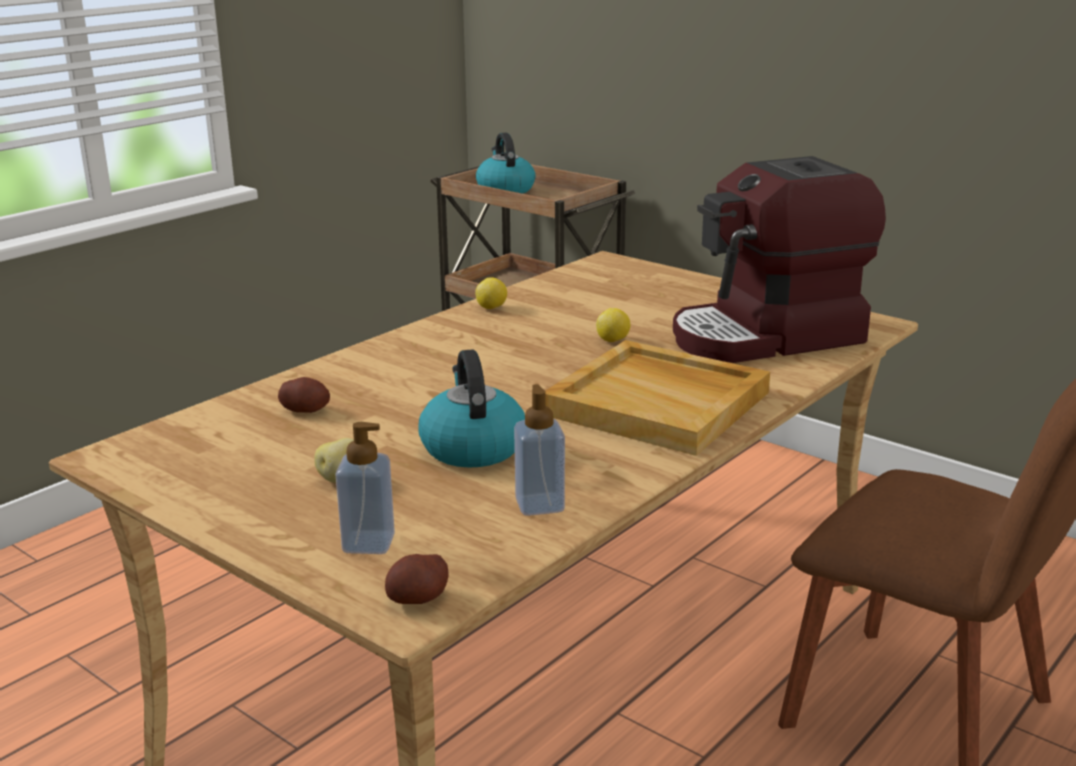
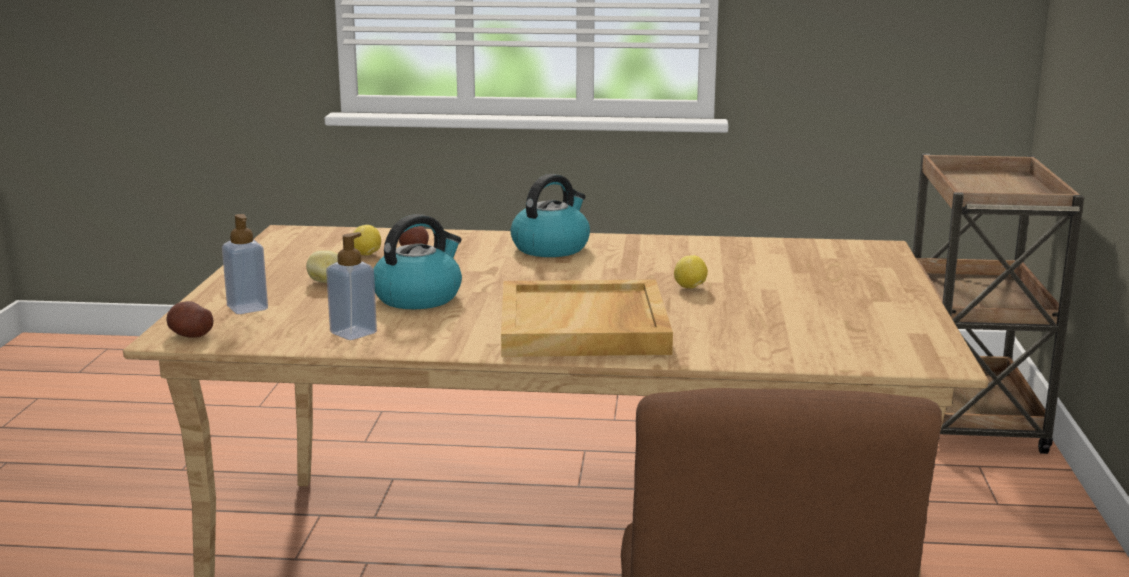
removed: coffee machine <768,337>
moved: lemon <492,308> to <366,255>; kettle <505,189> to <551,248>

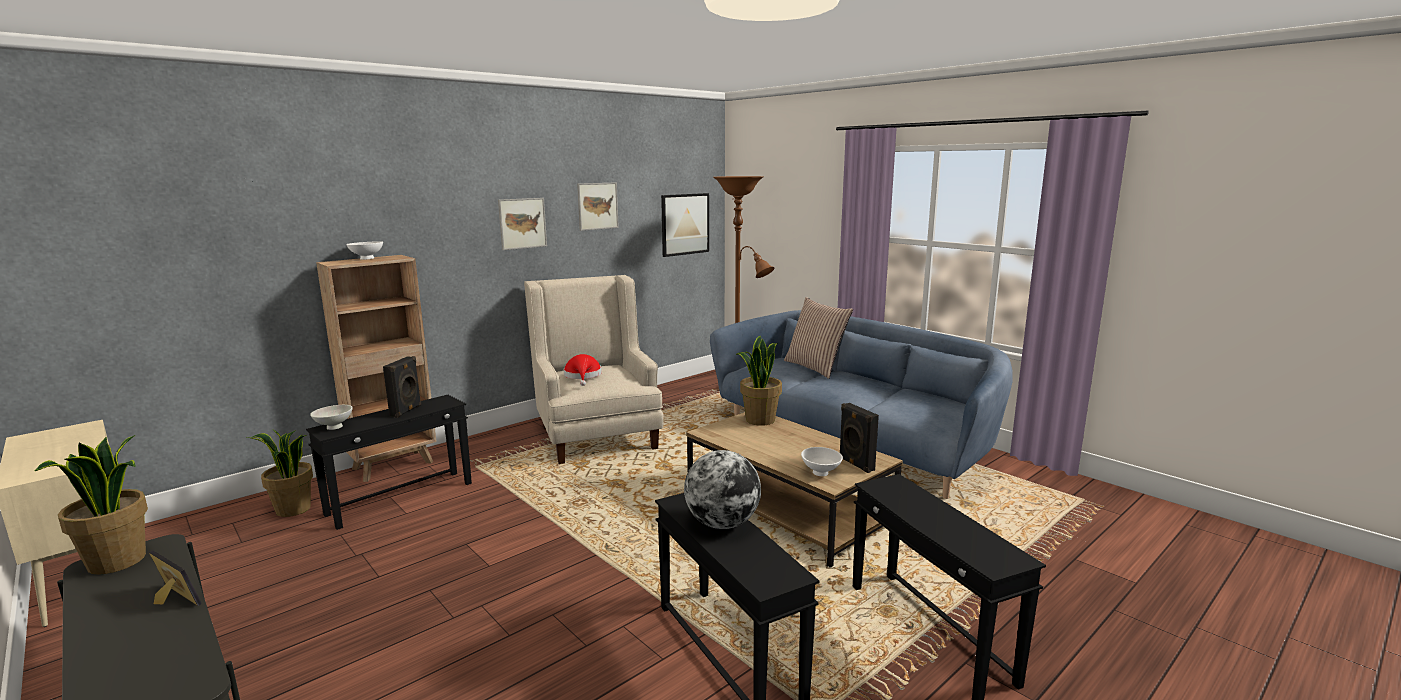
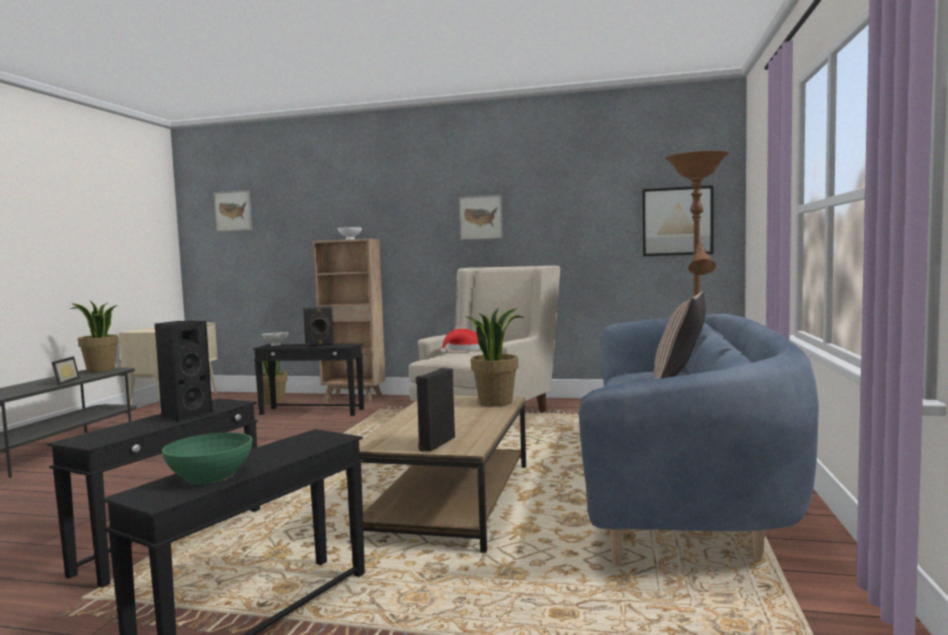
removed: bowl/white <821,472>
added: bowl/green <210,475>
moved: picture <597,206> to <233,211>
replaced: globe <722,524> to speaker/black <185,415>

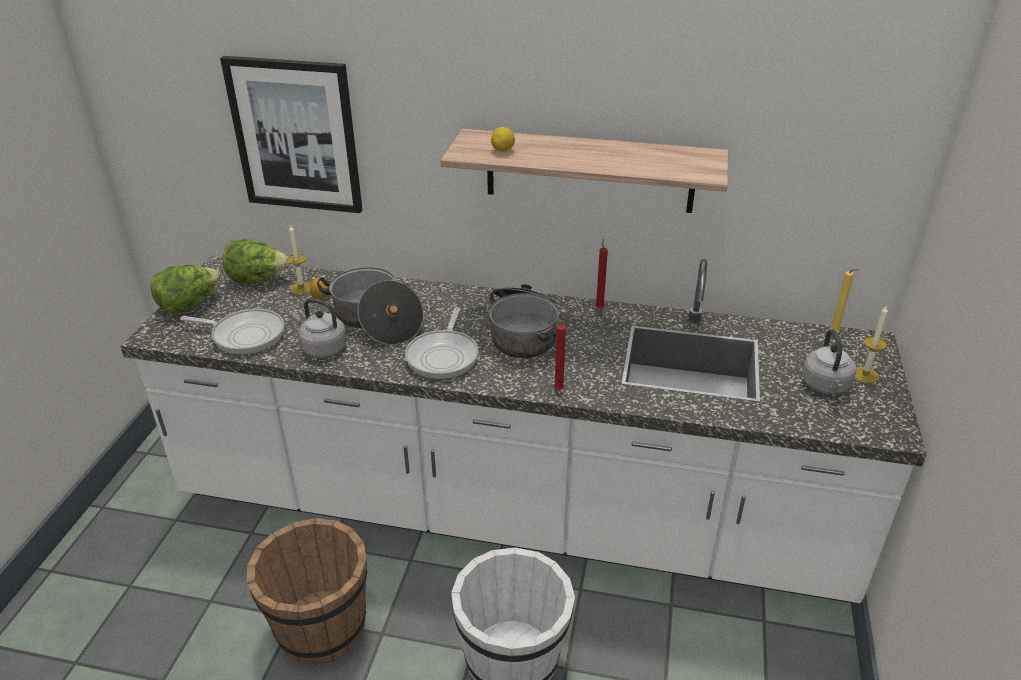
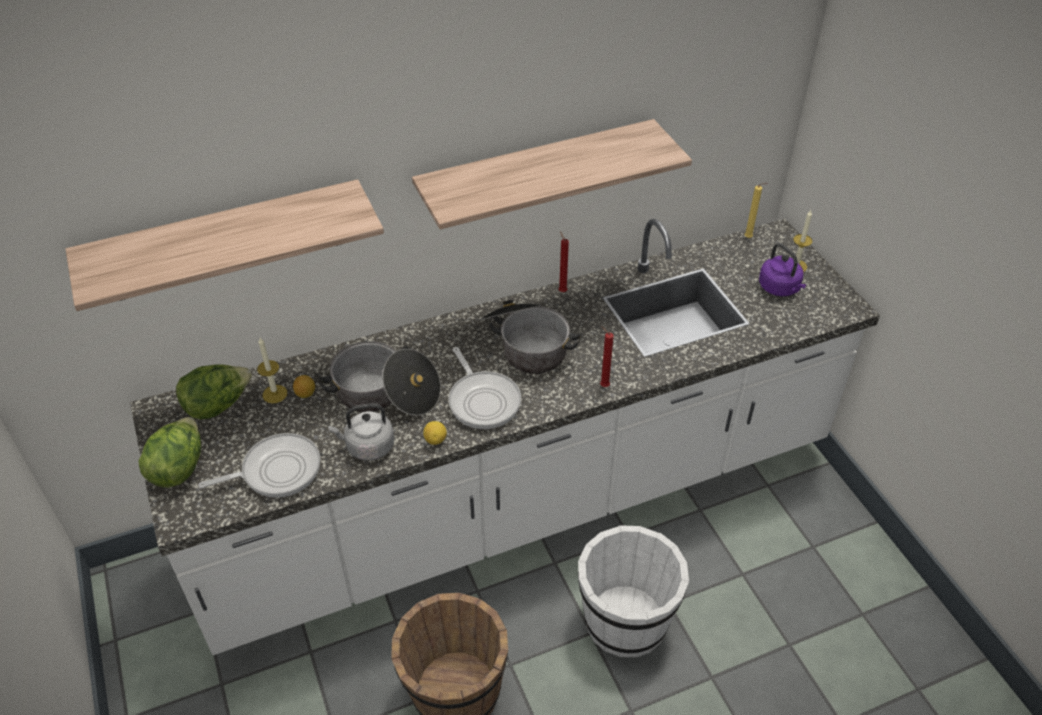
moved: lemon <503,150> to <435,440>
replaced: picture <295,135> to shelf <225,242>
recoloured: kettle/grey <826,386> to kettle/purple <780,288>

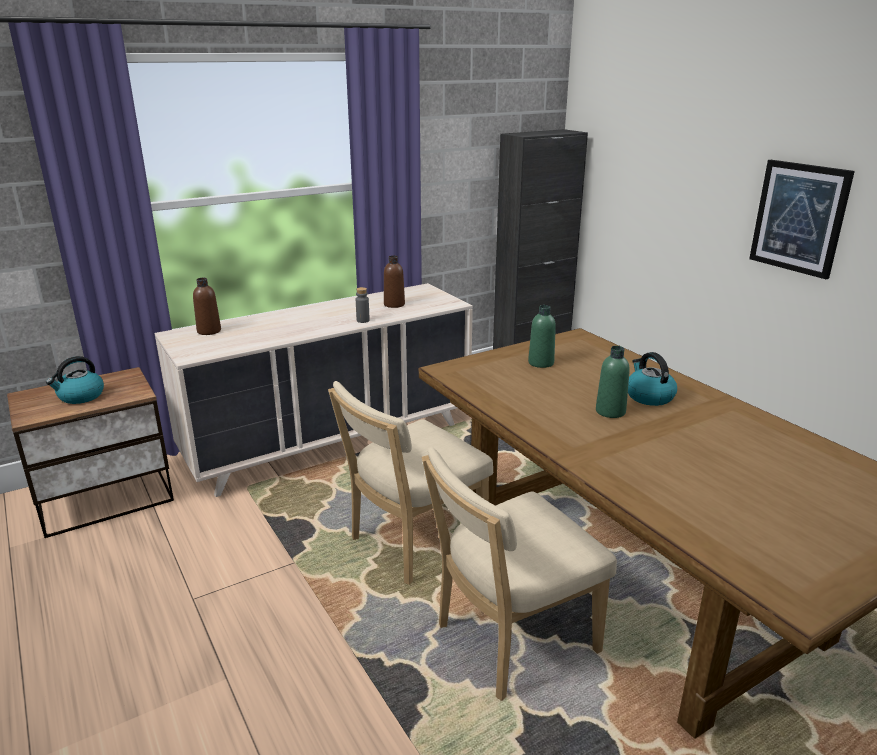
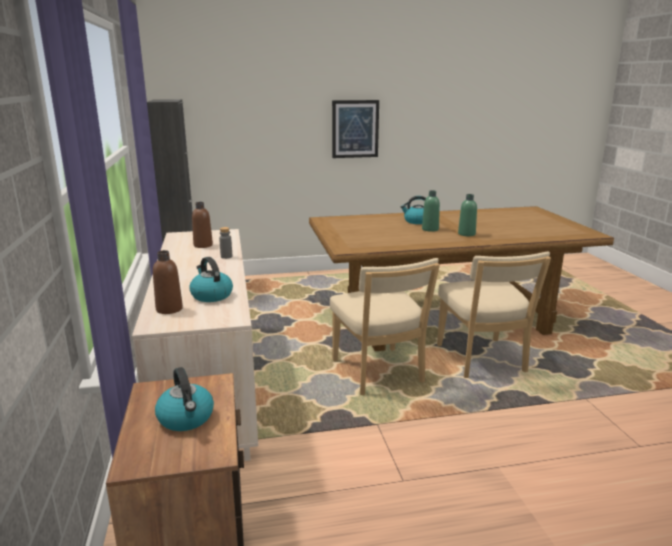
added: kettle <211,295>
moved: bottle/green <541,363> to <466,234>

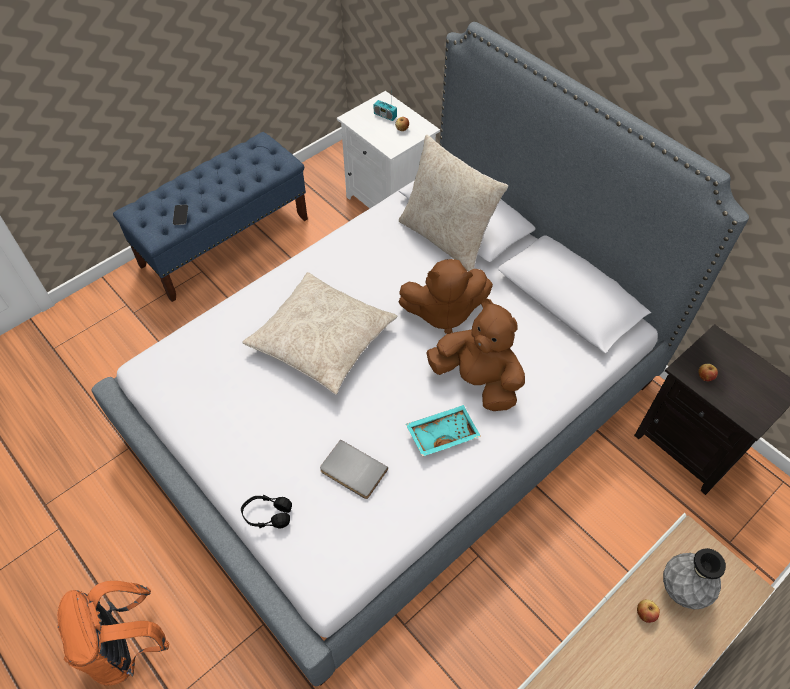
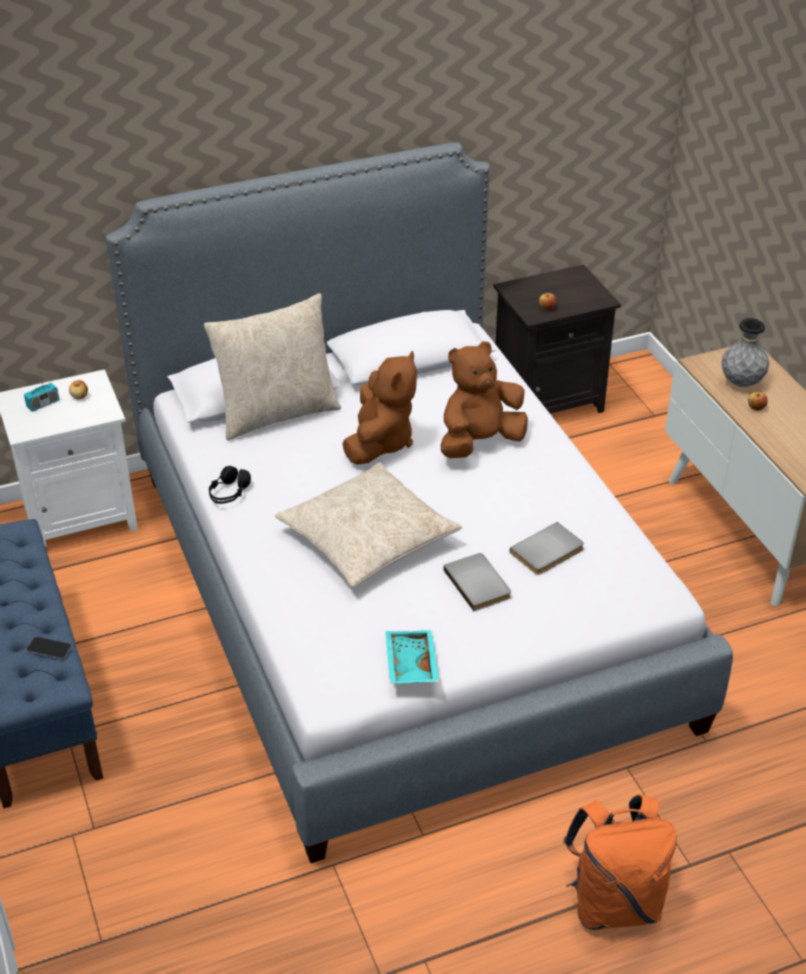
added: book/grey <479,583>
moved: headphones/black <267,515> to <229,493>; tray/turquoise <442,433> to <409,664>

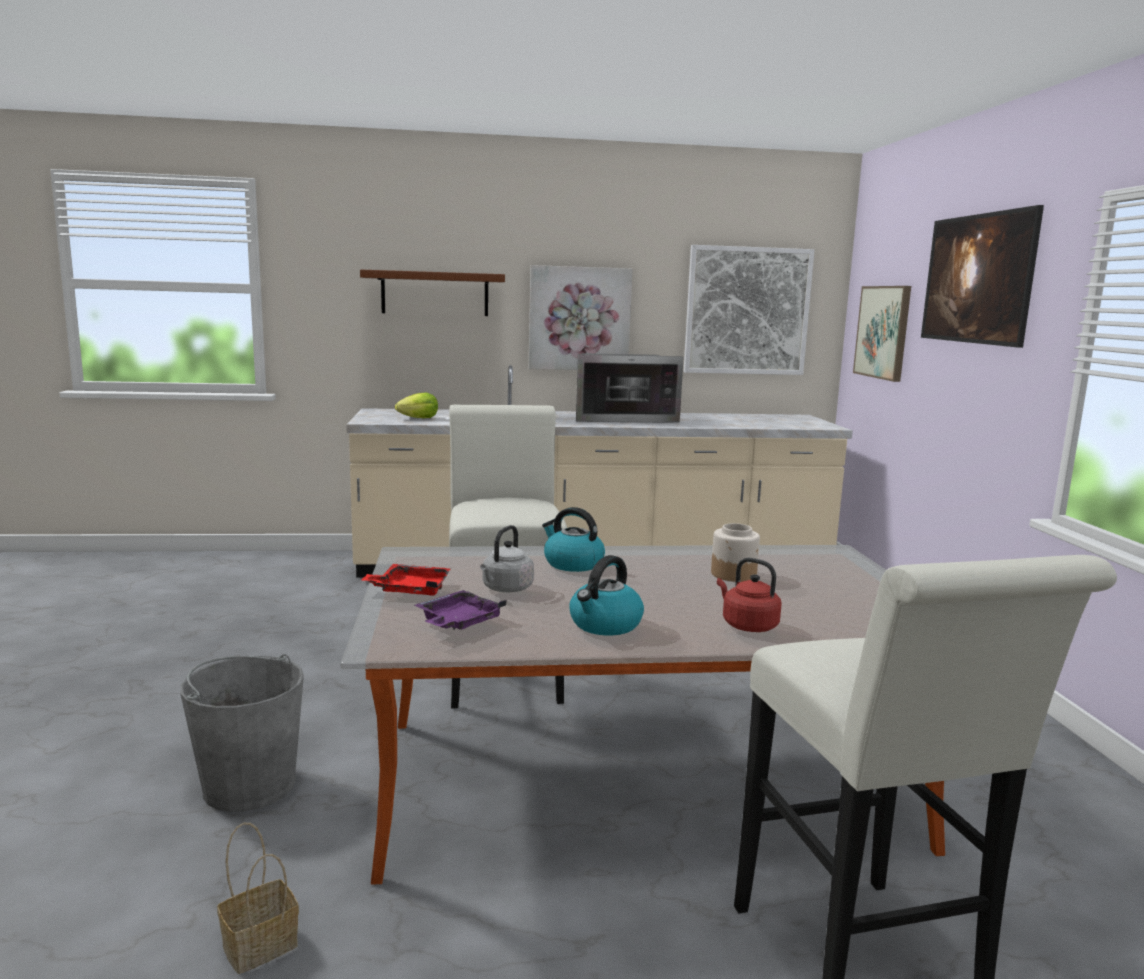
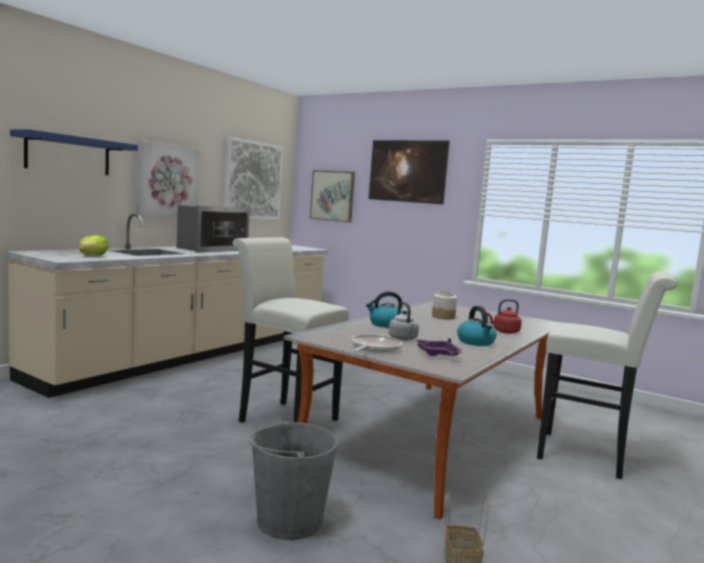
replaced: tray/red <410,590> to frying pan <374,349>
recoloured: shelf/brown <435,293> to shelf/blue <68,154>

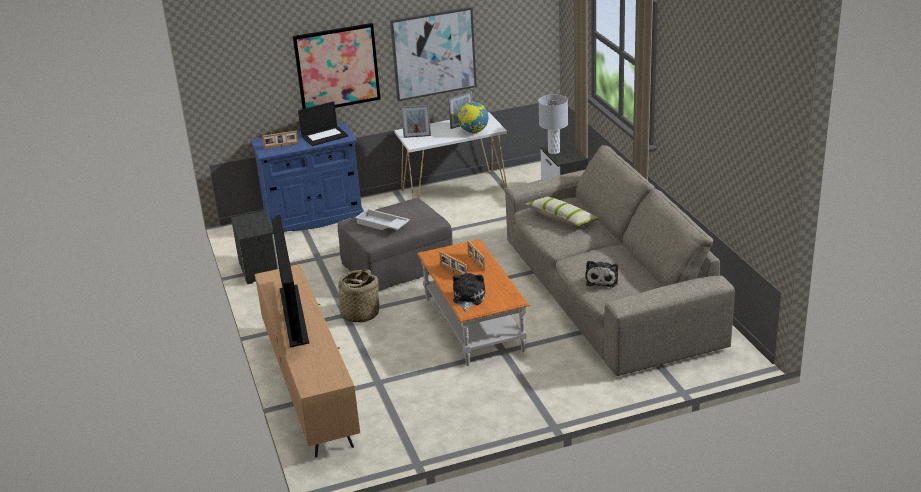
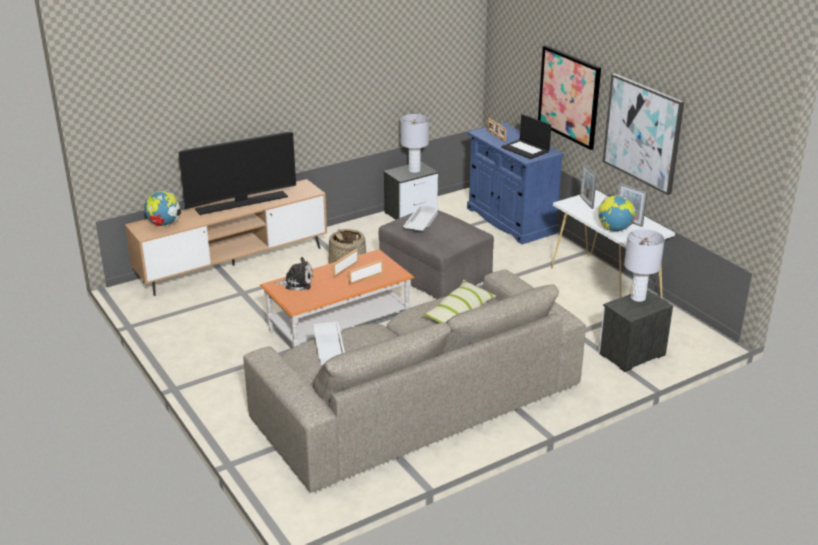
added: globe <164,224>; table lamp/grey <414,170>
replaced: plush toy <602,280> to tray/white <330,347>

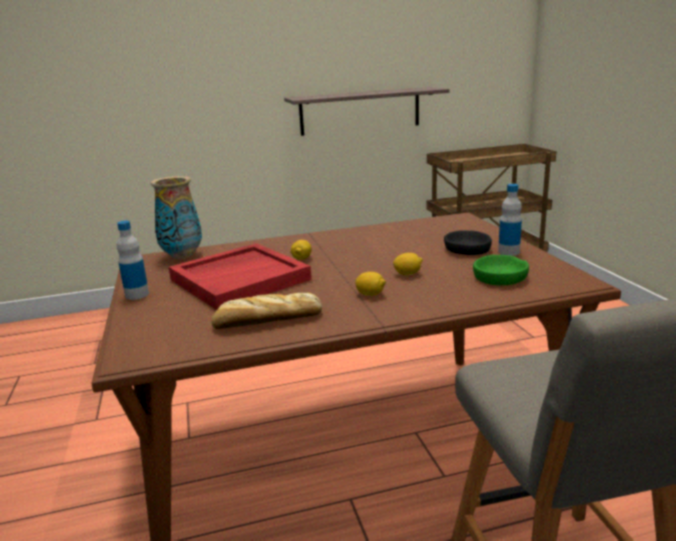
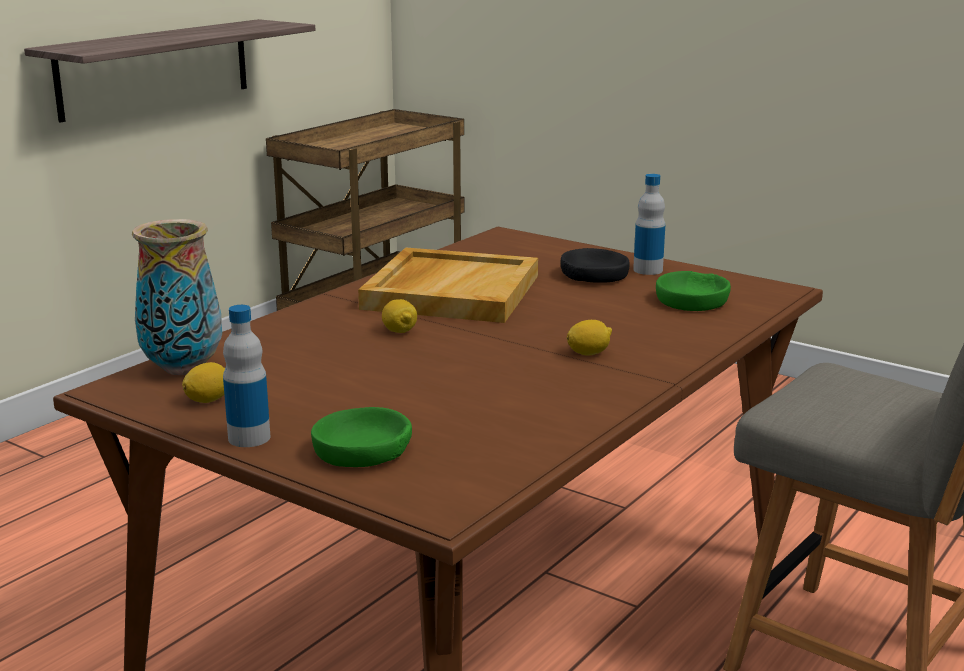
removed: tray/red <240,279>; bread <266,321>
added: bowl/green <362,450>; tray/beige <450,291>
moved: lemon <408,274> to <208,400>

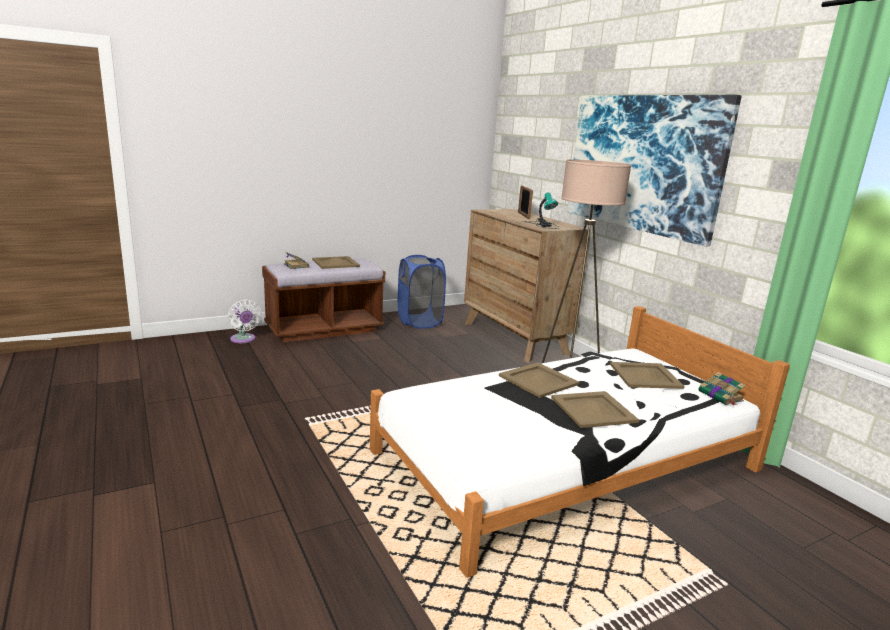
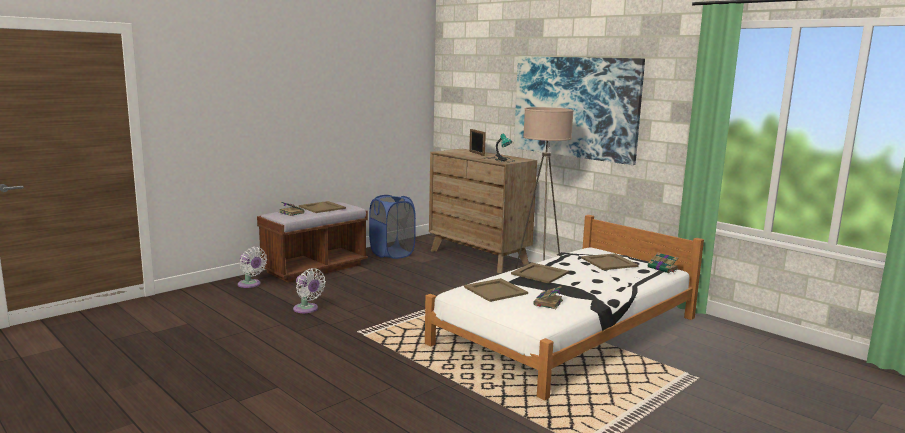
added: fan/white <307,309>; book <548,303>
moved: tray/beige <594,410> to <496,290>

